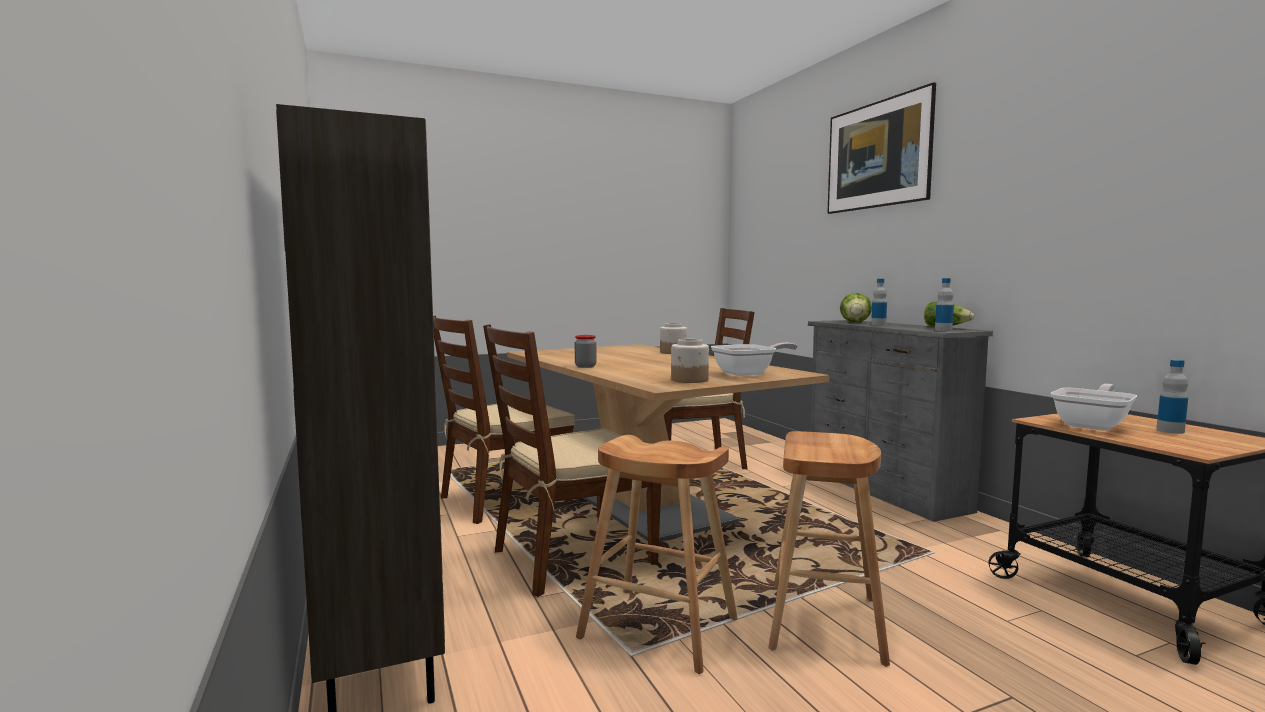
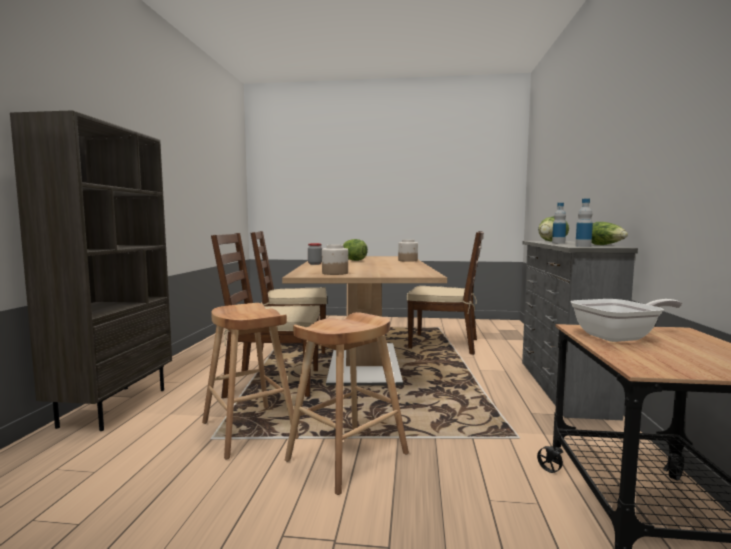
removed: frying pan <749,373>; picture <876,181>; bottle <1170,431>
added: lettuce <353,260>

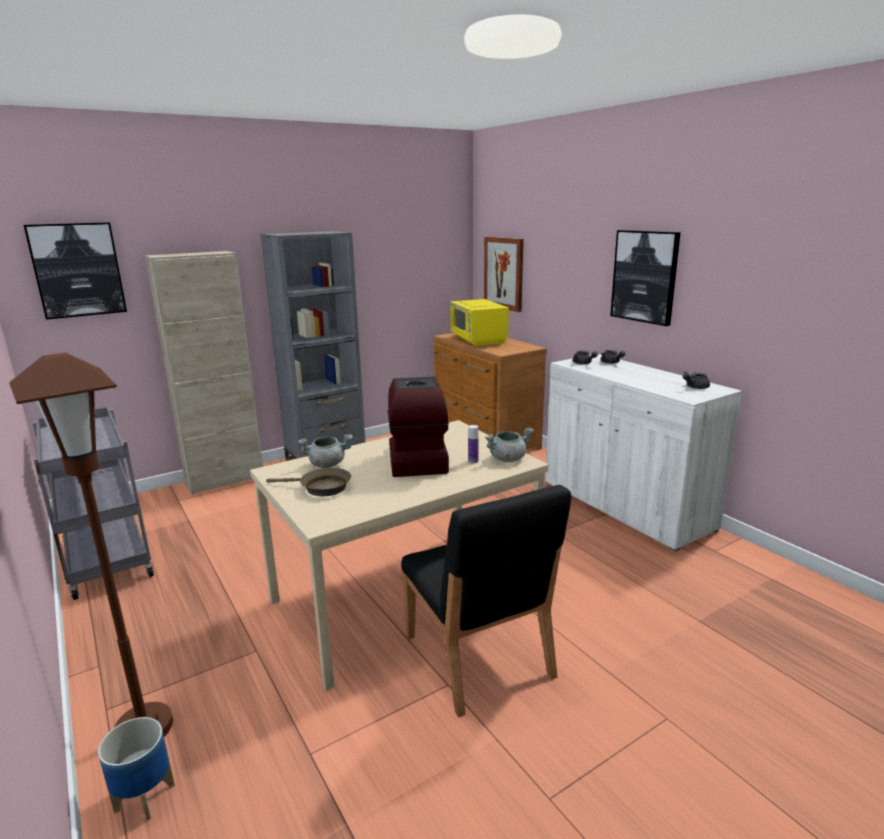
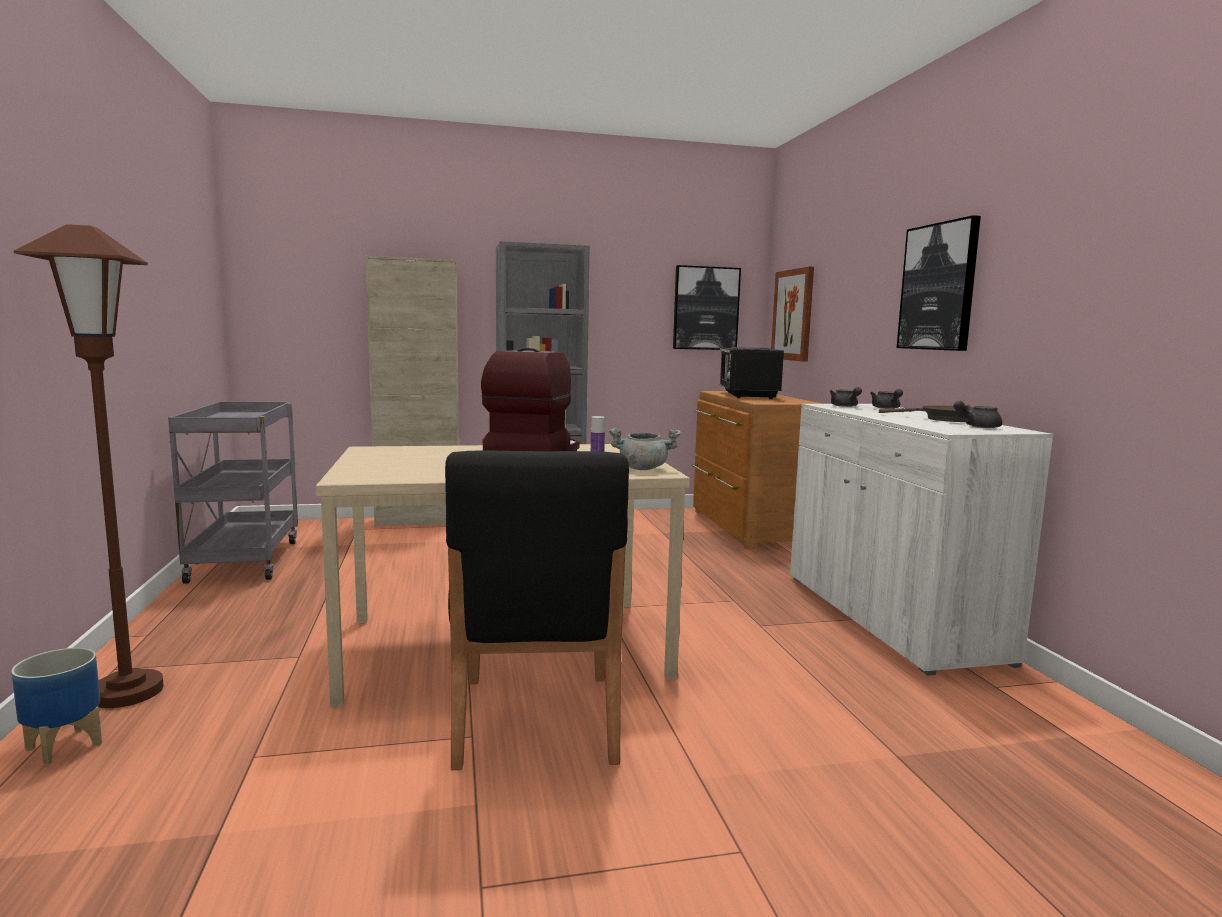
removed: cooking pot/grey <327,464>
moved: picture <77,270> to <705,308>; frying pan/brown <321,487> to <944,419>
recoloured: microwave/yellow <478,340> to microwave/black <747,395>

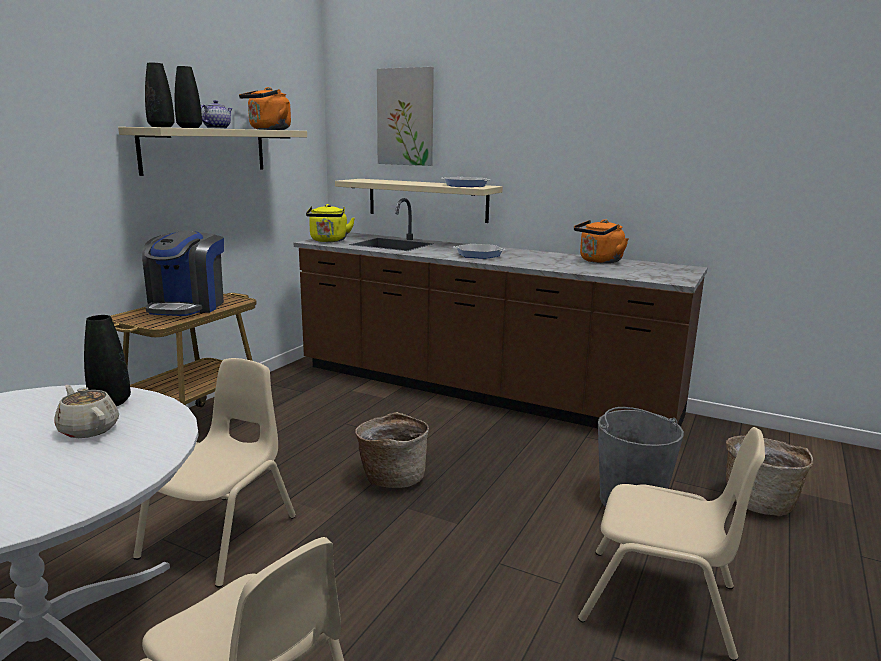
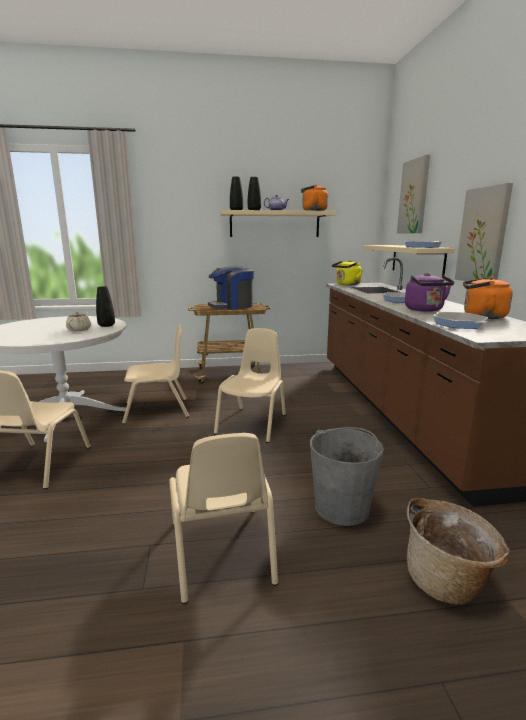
added: kettle/purple <425,310>; frying pan <459,324>; picture <483,236>
replaced: basket <392,477> to chair/beige <253,424>

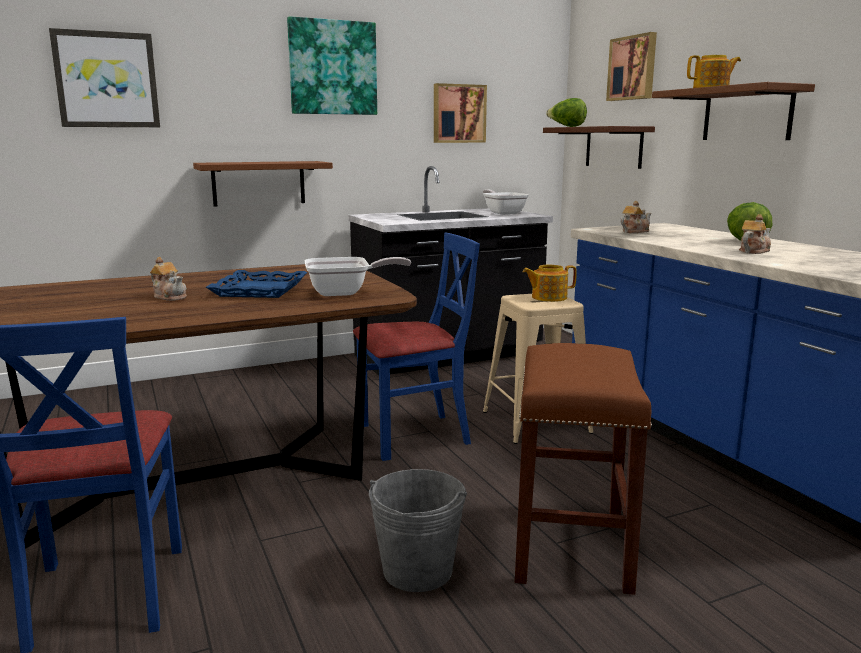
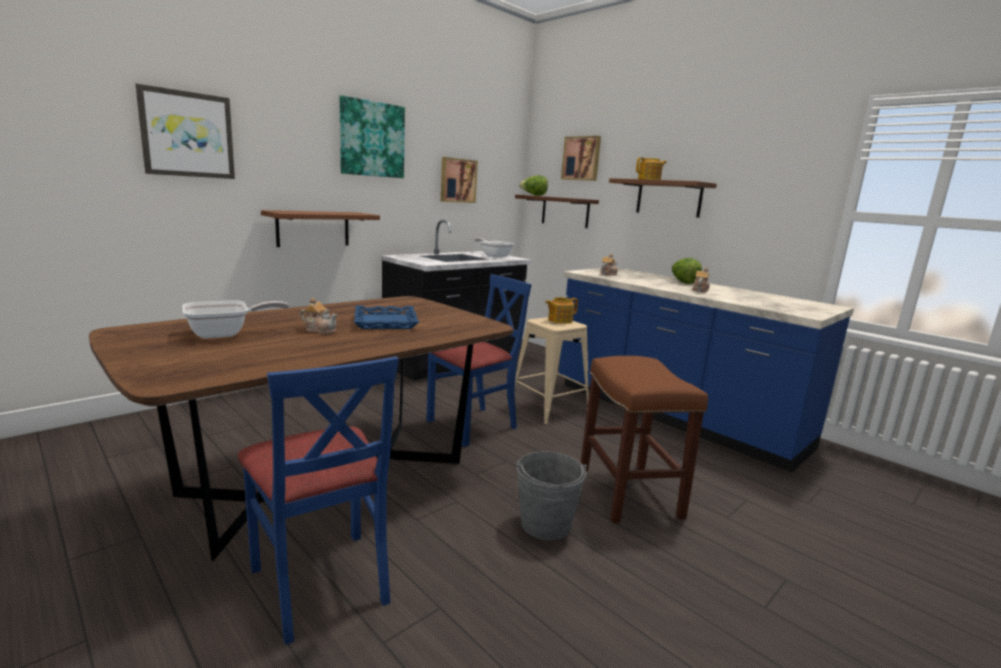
moved: frying pan <345,293> to <226,334>

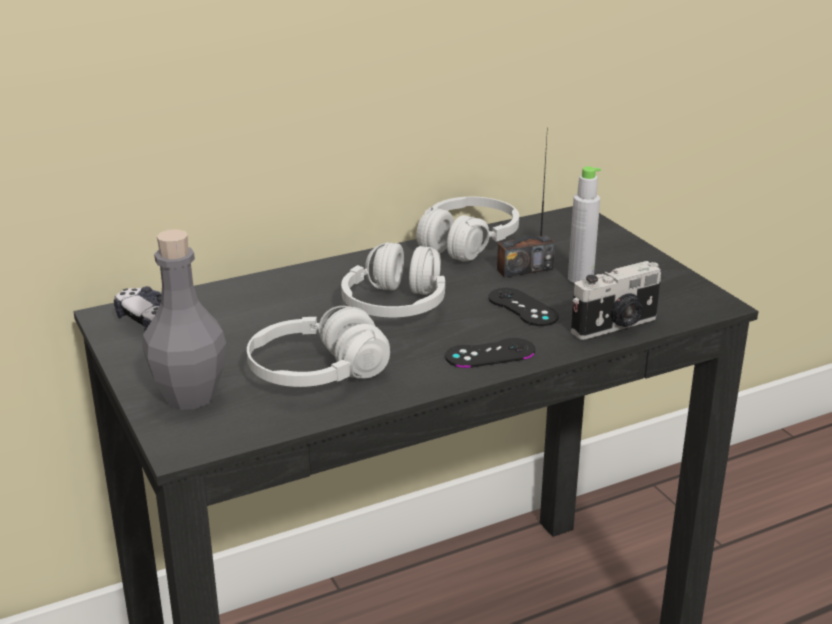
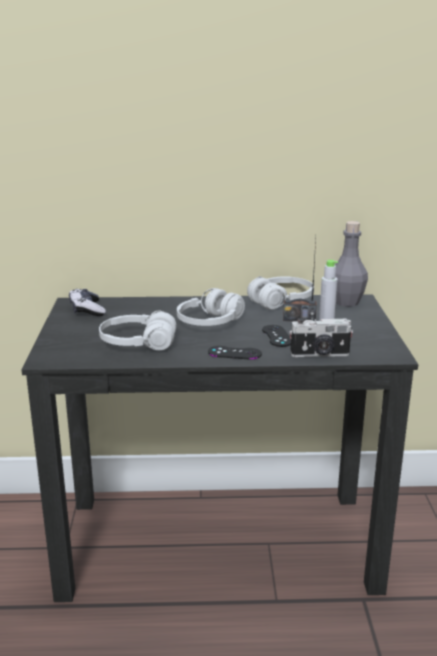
moved: bottle/grey <190,396> to <346,302>

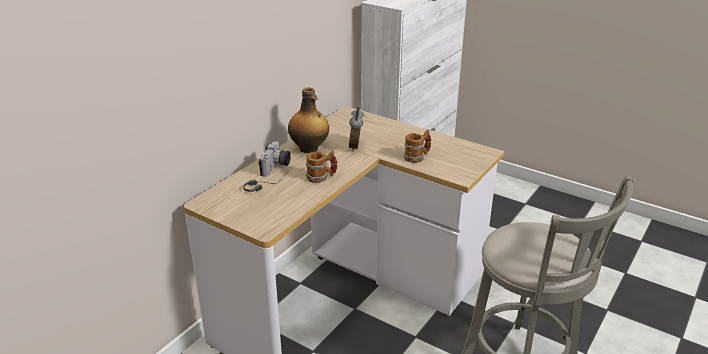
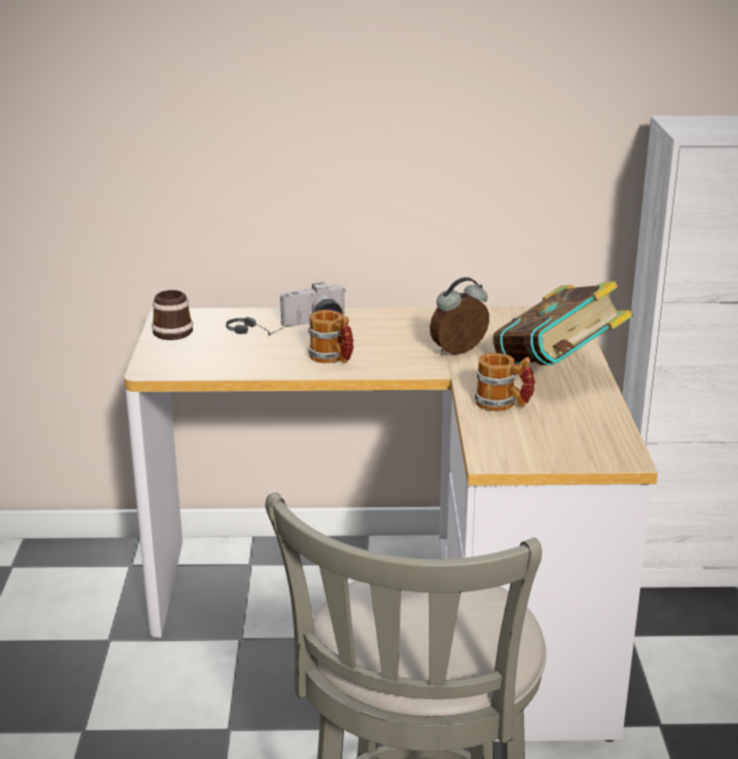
removed: bottle <309,149>
added: mug <172,330>; book <557,371>

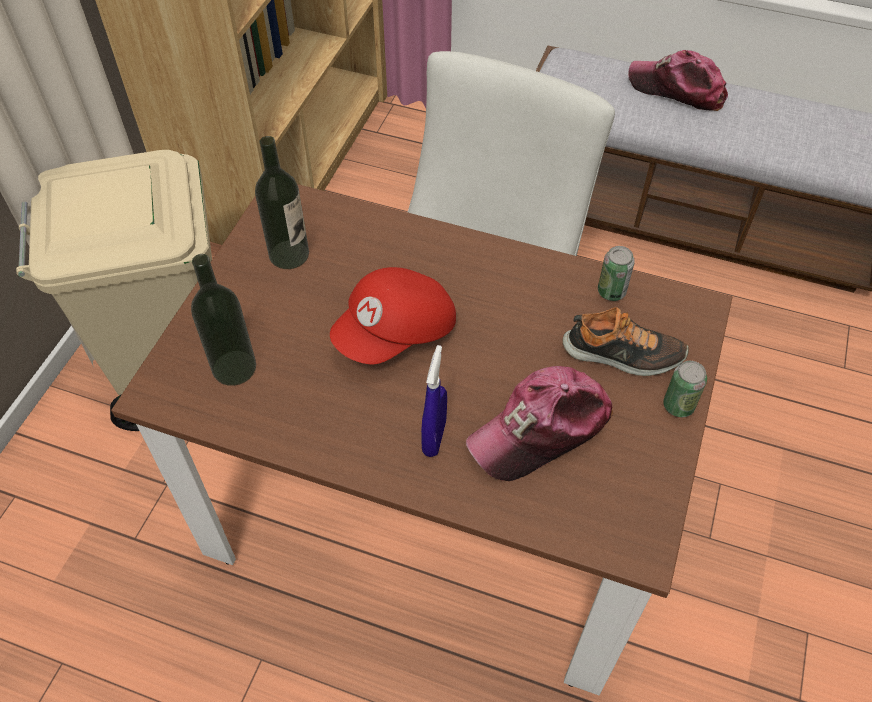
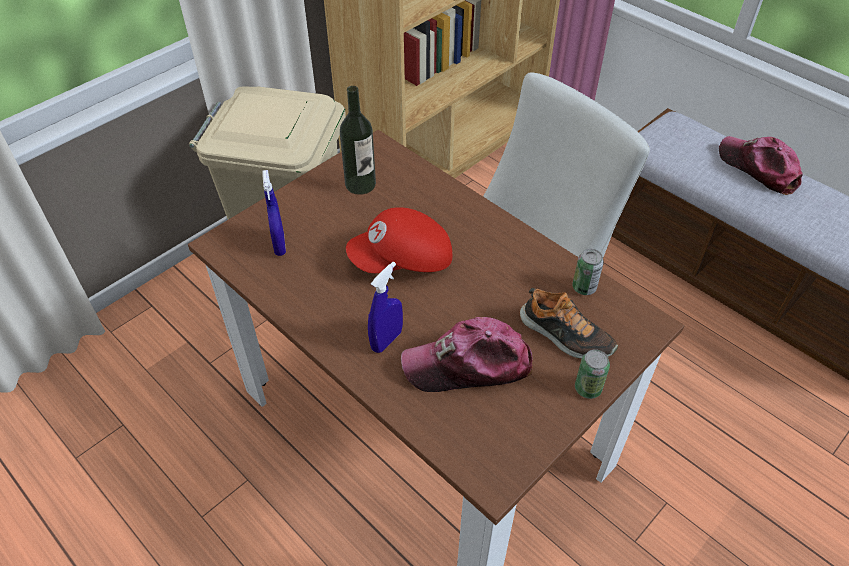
replaced: bottle <234,367> to spray bottle/blue <279,245>

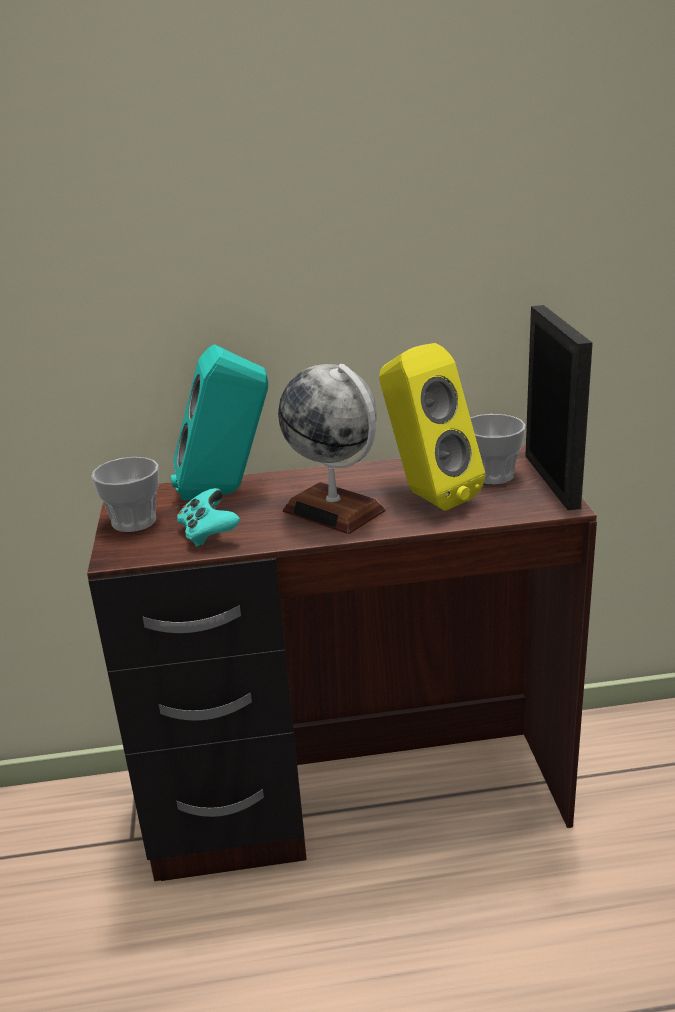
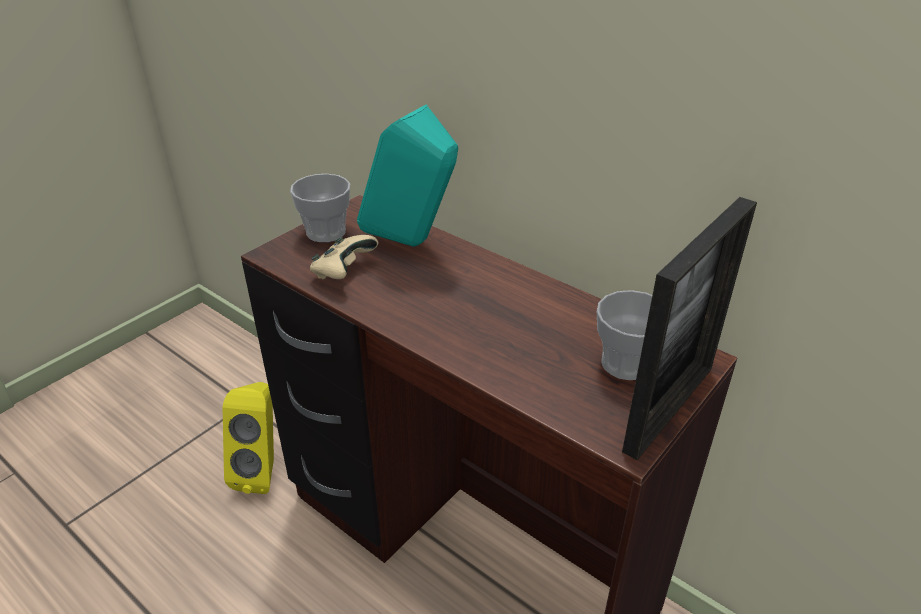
removed: globe <334,510>
moved: speaker/yellow <426,497> to <263,471>
recoloured: game controller/turquoise <208,533> to game controller/beige <343,272>

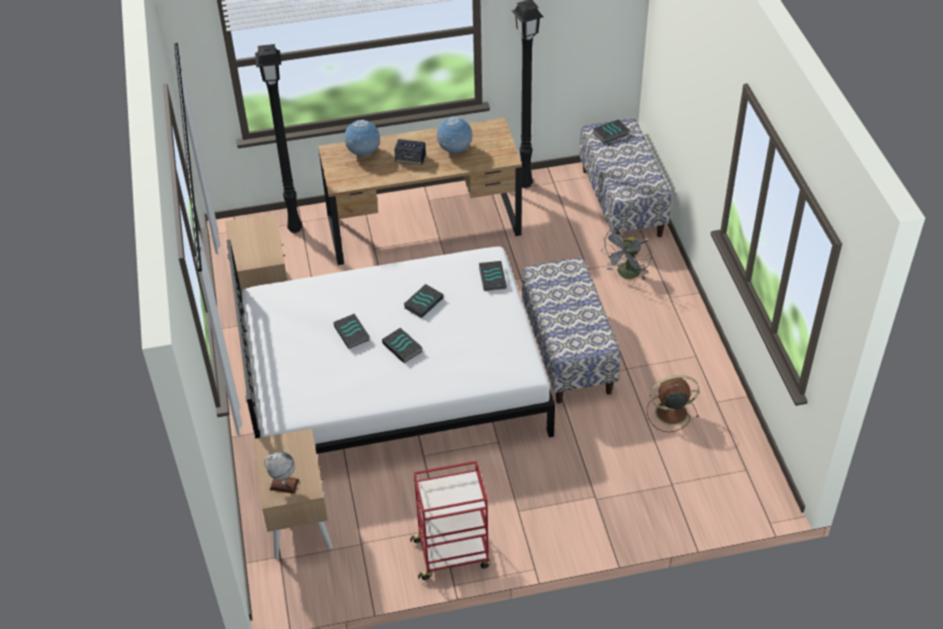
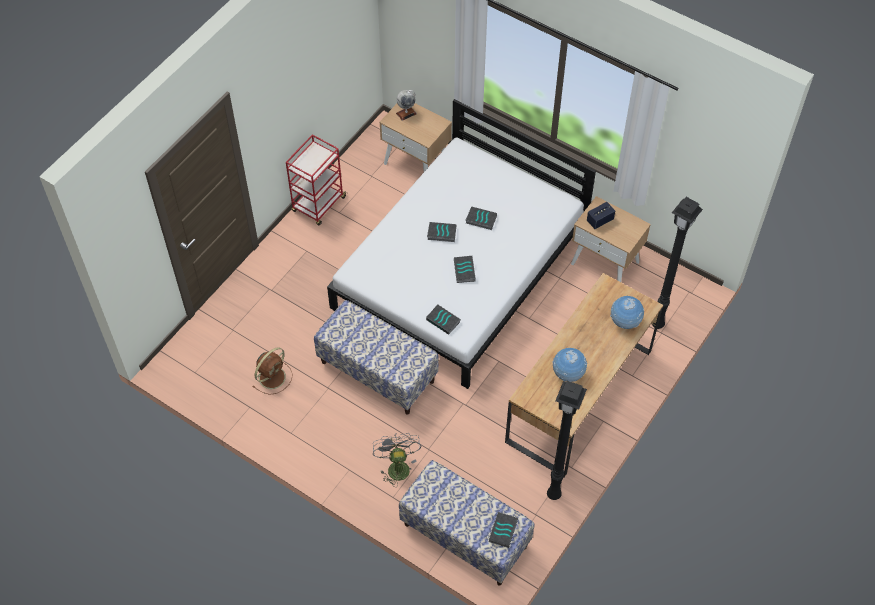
moved: speaker <410,159> to <600,220>

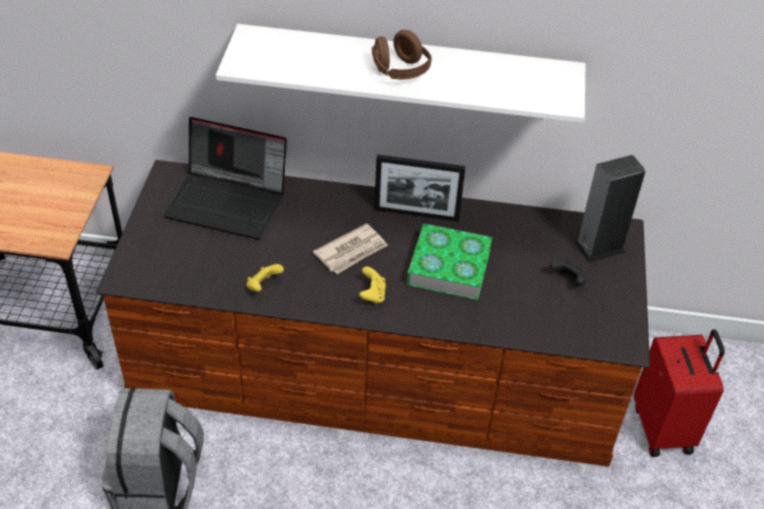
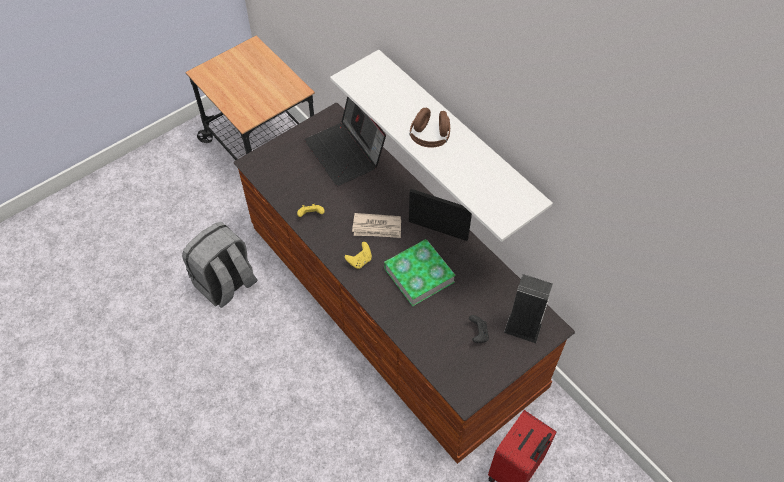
turned: picture frame <416,214> = <438,230> 150 degrees clockwise

